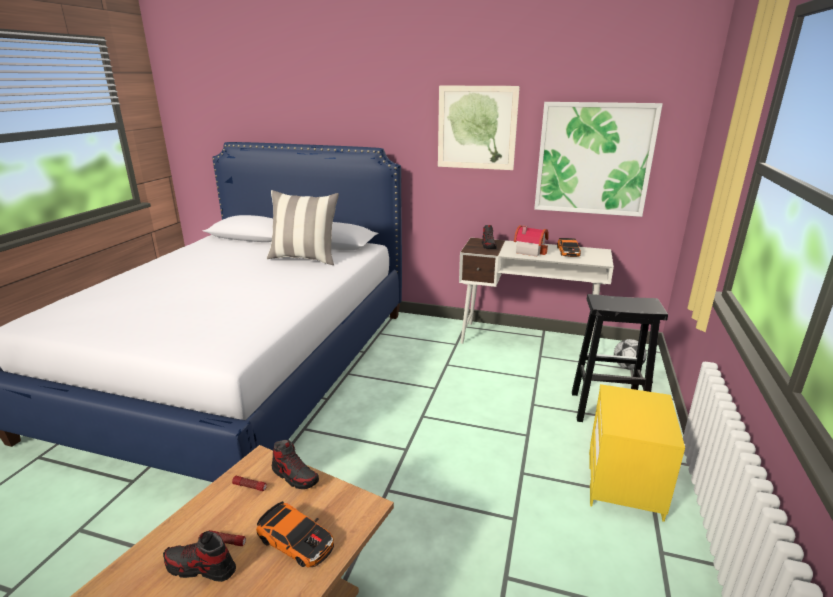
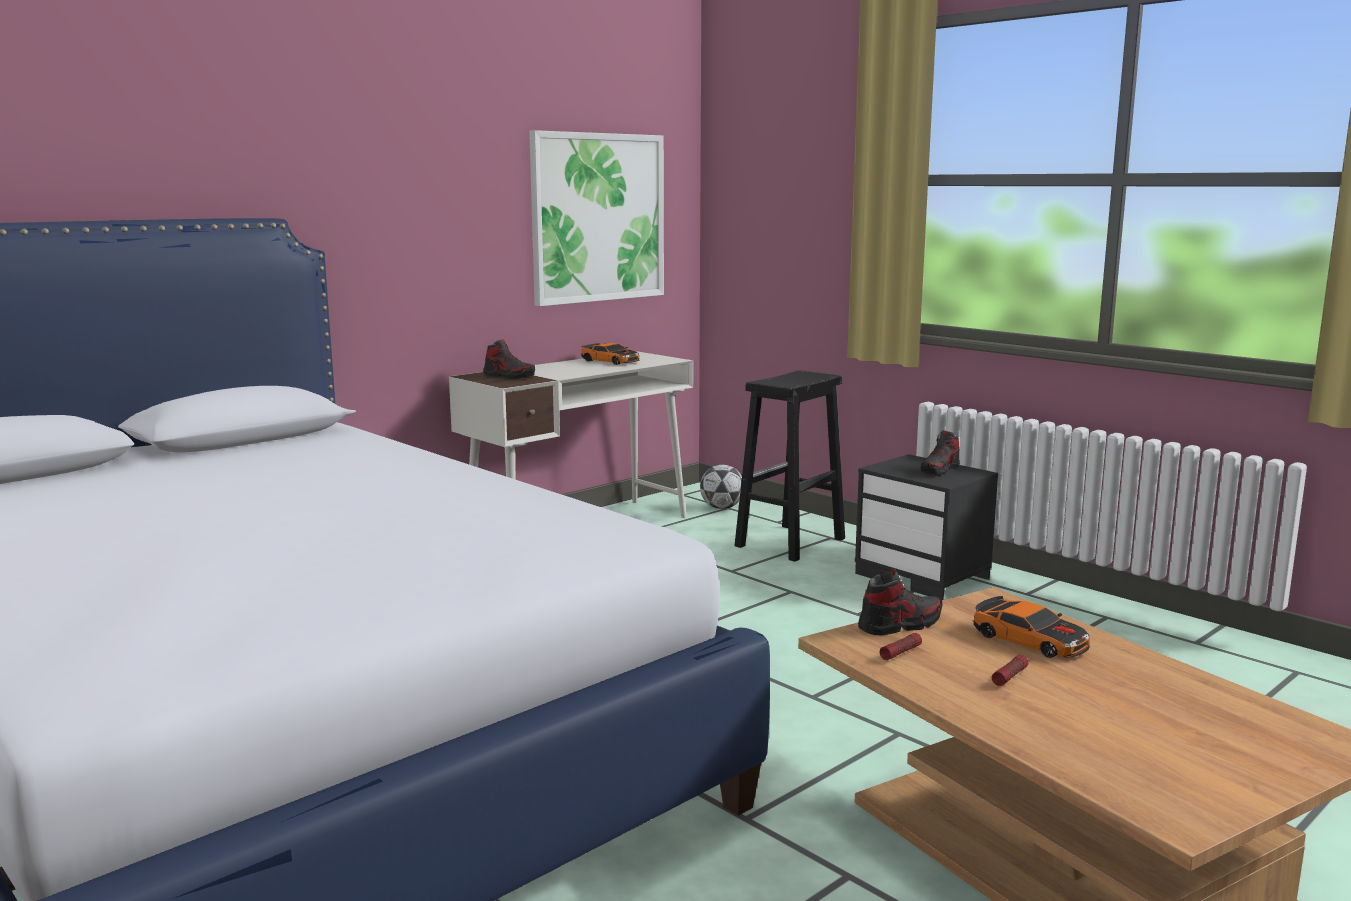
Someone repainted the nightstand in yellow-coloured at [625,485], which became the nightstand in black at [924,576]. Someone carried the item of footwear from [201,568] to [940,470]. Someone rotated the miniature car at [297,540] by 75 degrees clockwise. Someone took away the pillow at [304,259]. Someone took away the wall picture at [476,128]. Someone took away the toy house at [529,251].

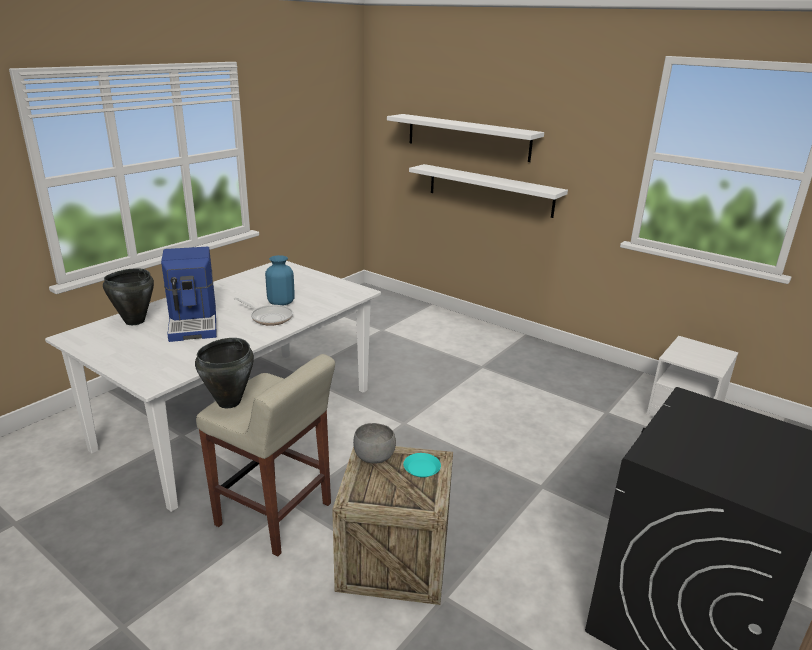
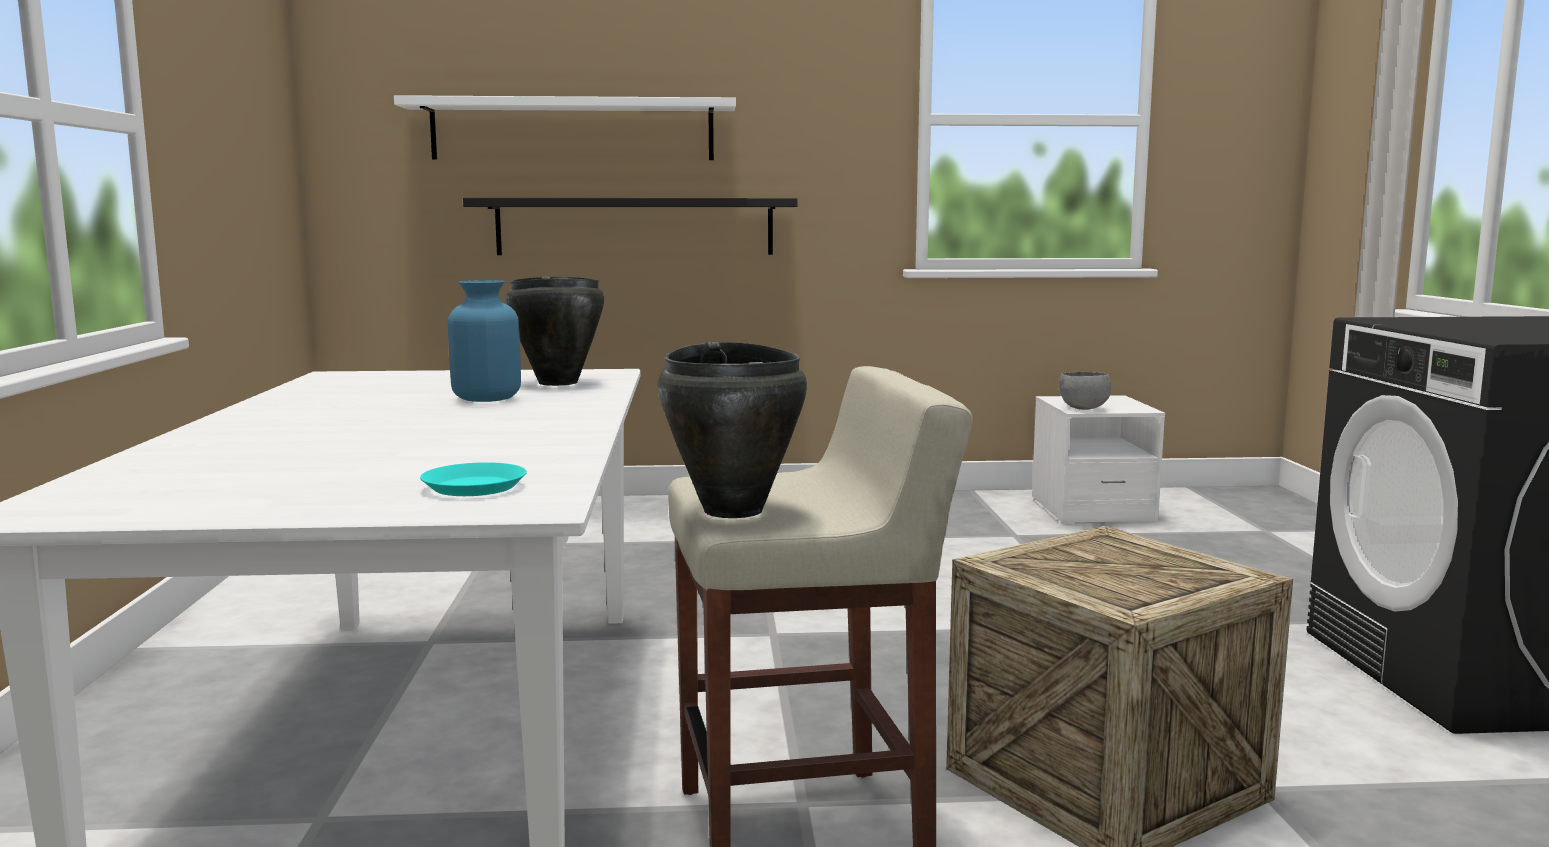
Someone carried the dinner plate in blue-green from [422,468] to [475,487]. Someone repainted the bracket shelf in white at [489,190], which became the bracket shelf in black at [635,226]. Someone carried the saucepot in black from [134,321] to [557,383]. Someone carried the bowl in gray from [373,457] to [1082,409]. Someone took away the coffee maker at [194,322]. Someone took away the frying pan at [269,317].

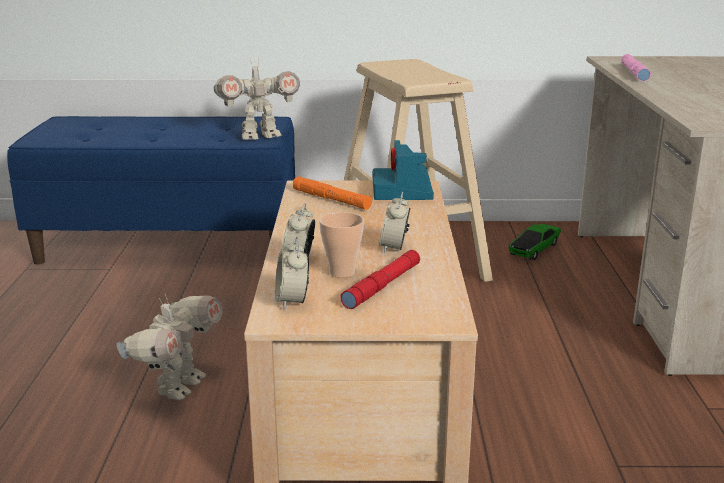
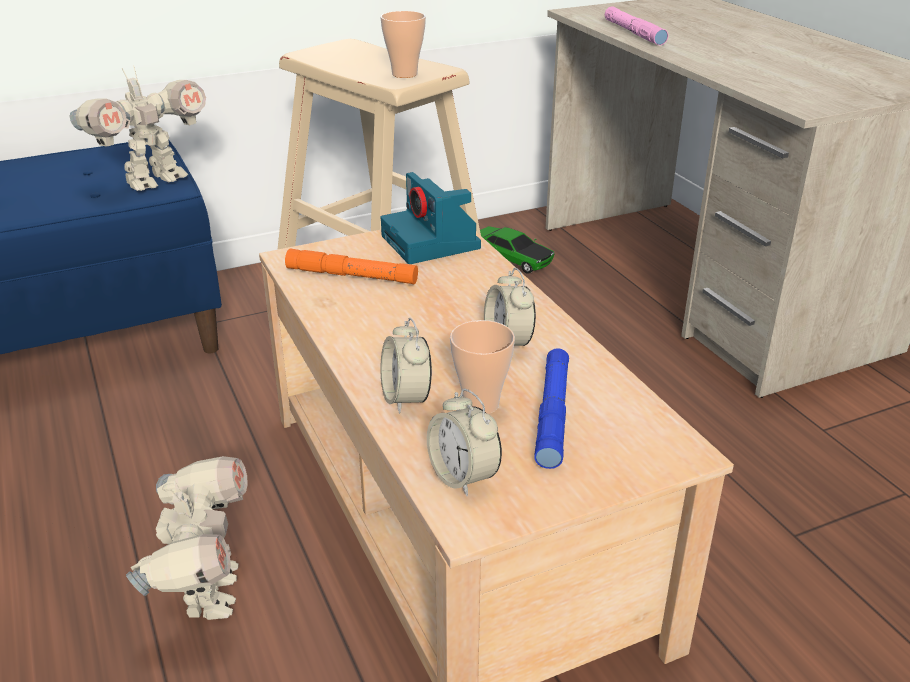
Someone put down the drinking cup at [404,74]. Someone rotated the miniature car at [534,249] by 60 degrees counterclockwise. Someone repainted the torch in reddish at [382,286], which became the torch in bluish at [552,414].

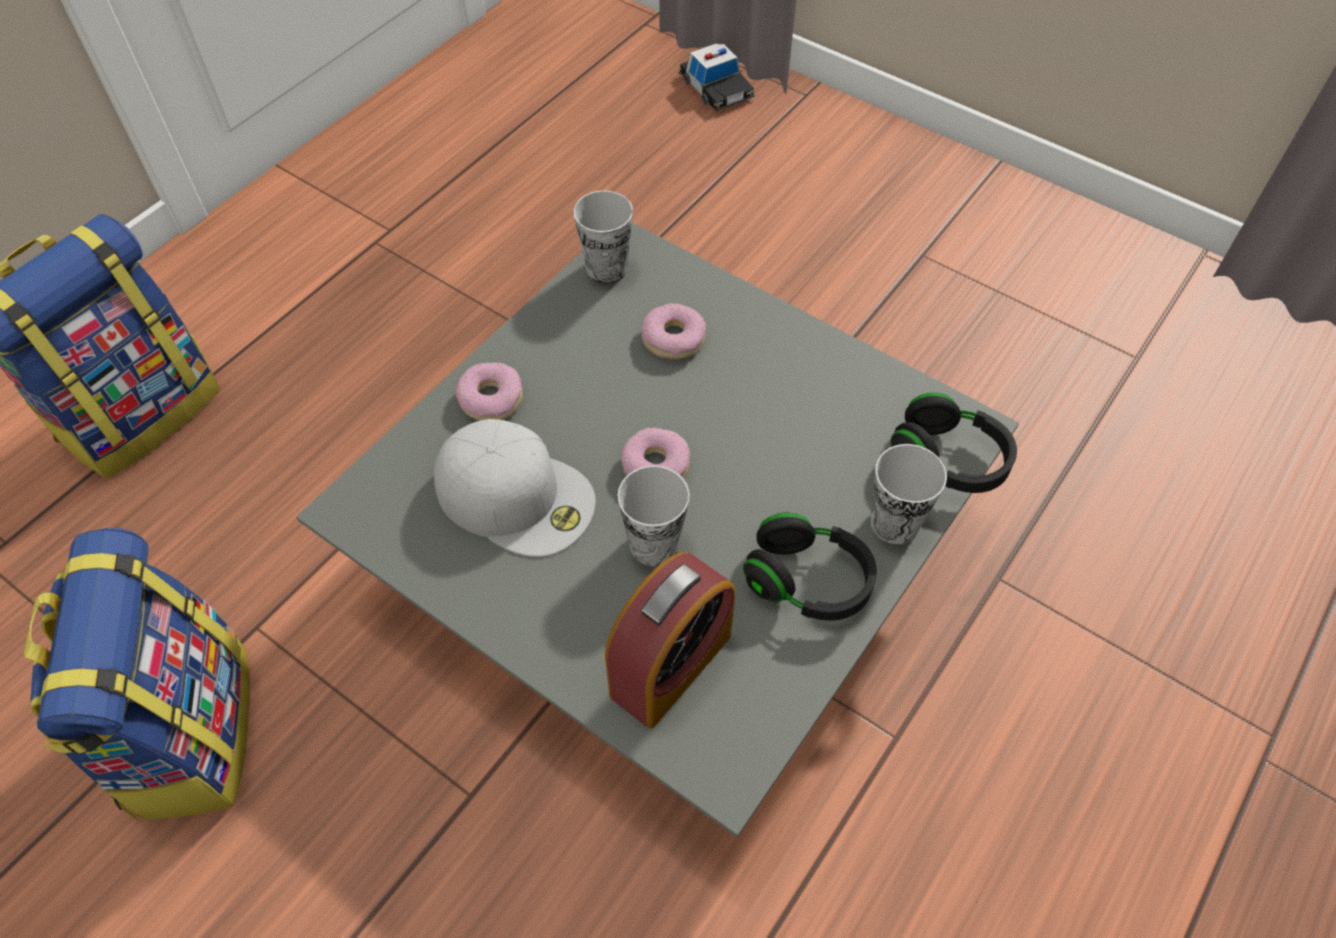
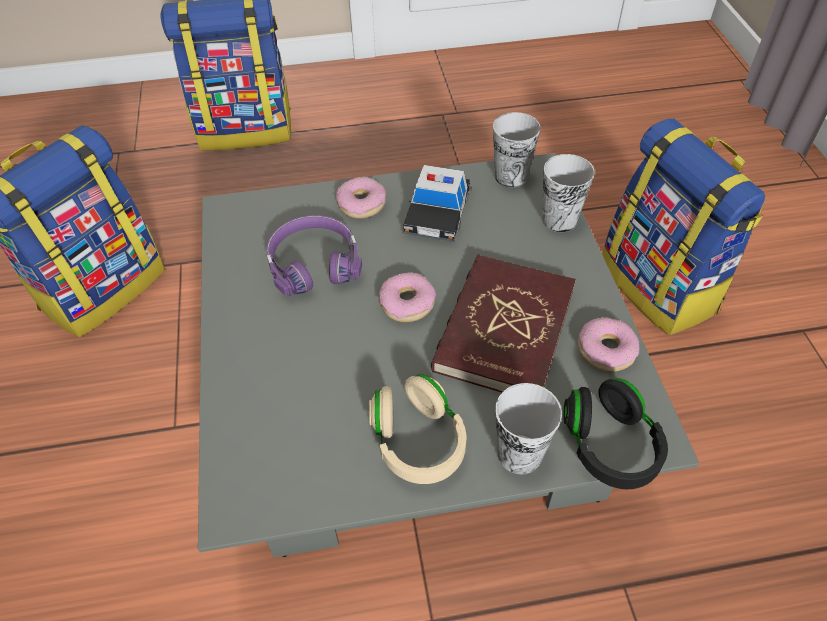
Someone swapped the peaked cap in white at [517,495] for the pair of headphones in purple-coloured at [313,262]. Someone repainted the pair of headphones in black at [808,581], which became the pair of headphones in beige at [417,441]. Someone carried the miniature car from [716,87] to [437,213]. Someone put down the bound book in reddish at [504,329]. Someone carried the drinking cup from [654,544] to [559,220]. Someone carried the donut from [673,339] to [606,350]. Someone put down the rucksack at [660,287]. Someone took away the alarm clock at [671,664].

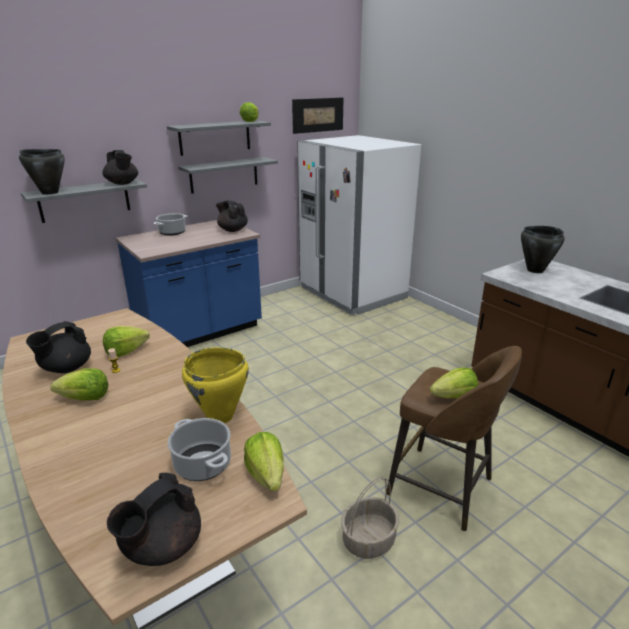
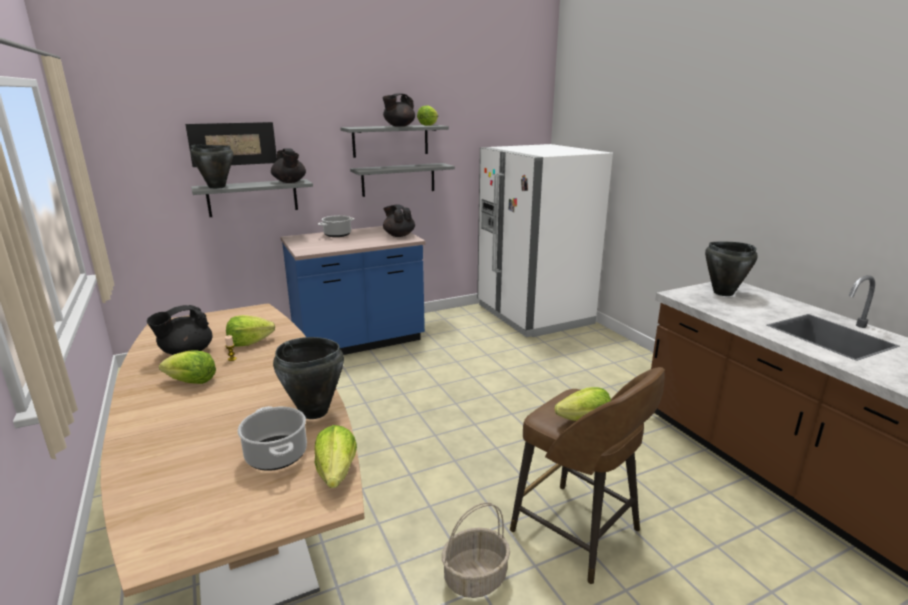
Someone carried the wall picture from [318,115] to [233,144]. Someone repainted the saucepot in yellow-coloured at [220,417], which became the saucepot in black at [314,412]. Someone carried the teapot in black from [161,547] to [399,126].

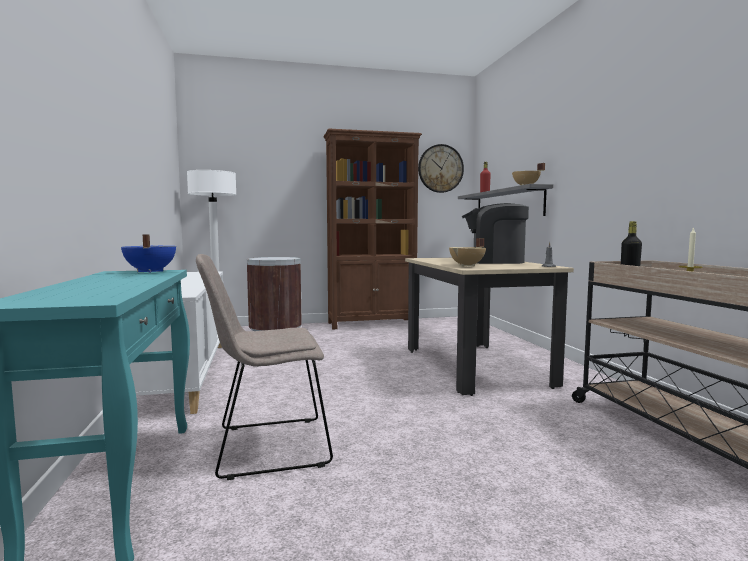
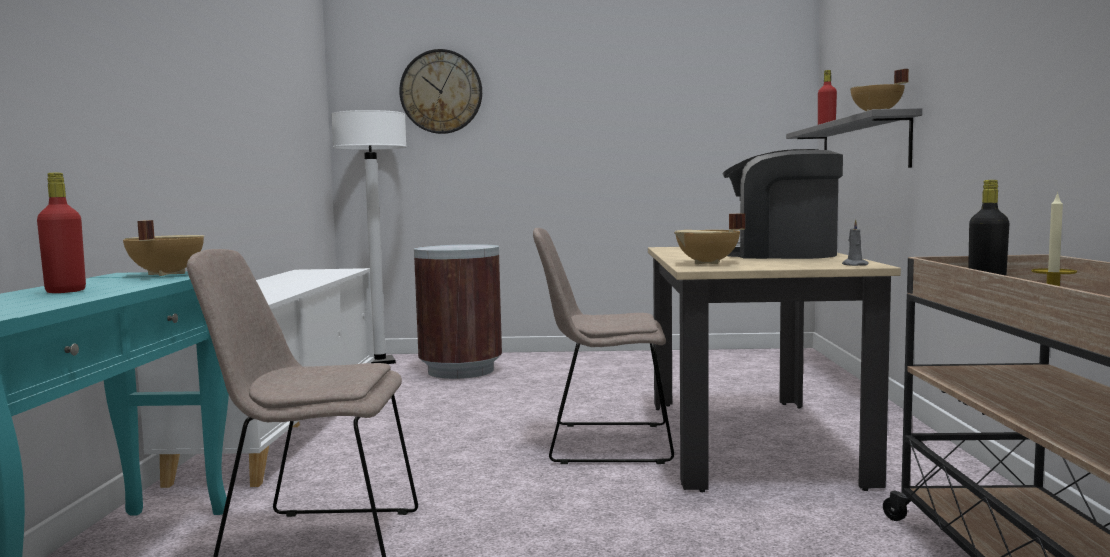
Someone put down the beverage bottle in reddish at [66,291]. Someone repainted the saucepot in bluish at [149,271], which became the saucepot in beige at [165,274]. Someone carried the wall clock from [440,168] to [441,92]. Someone put down the chair in beige at [604,443]. Someone took away the bookcase in brownish at [372,324].

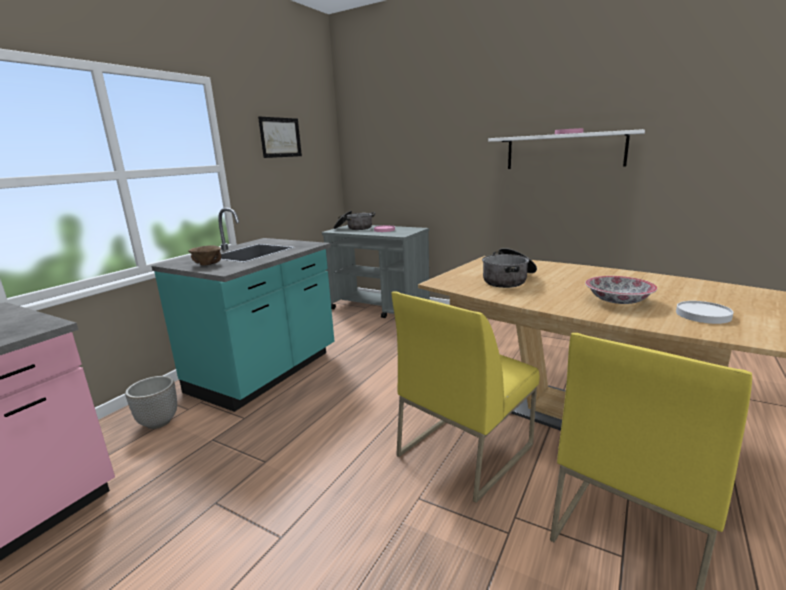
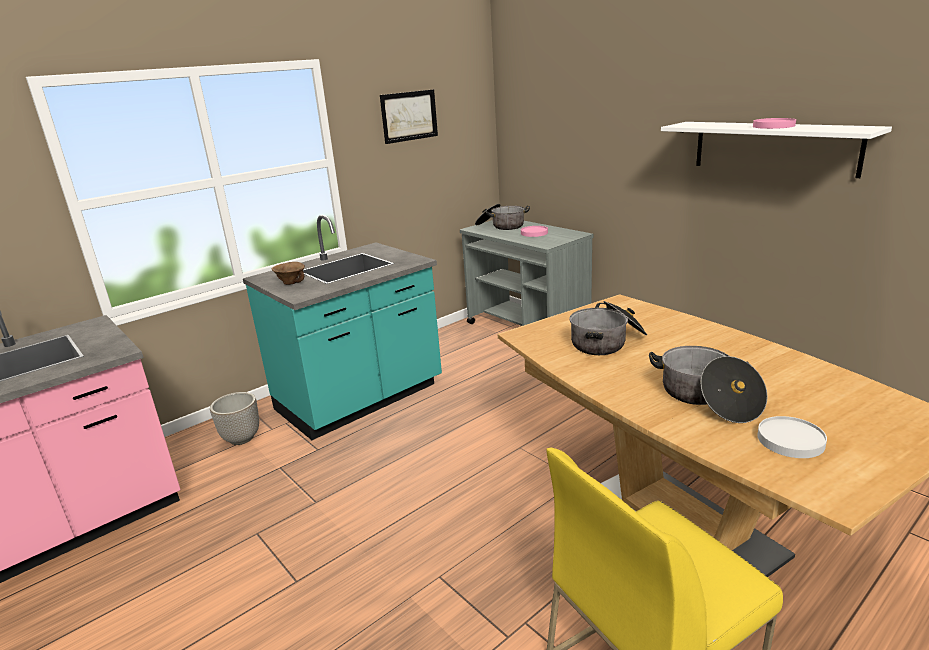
Someone swapped the bowl at [618,300] for the saucepot at [707,398]. Someone took away the chair in yellow-coloured at [464,449].

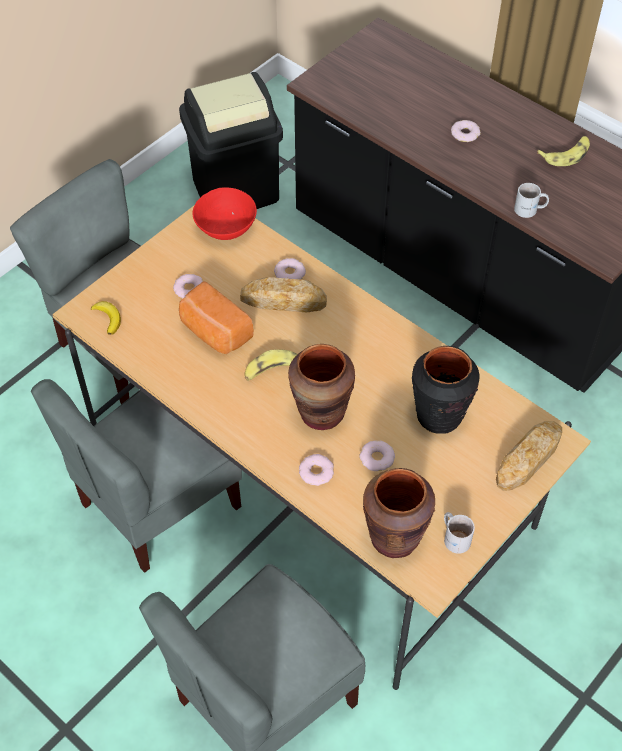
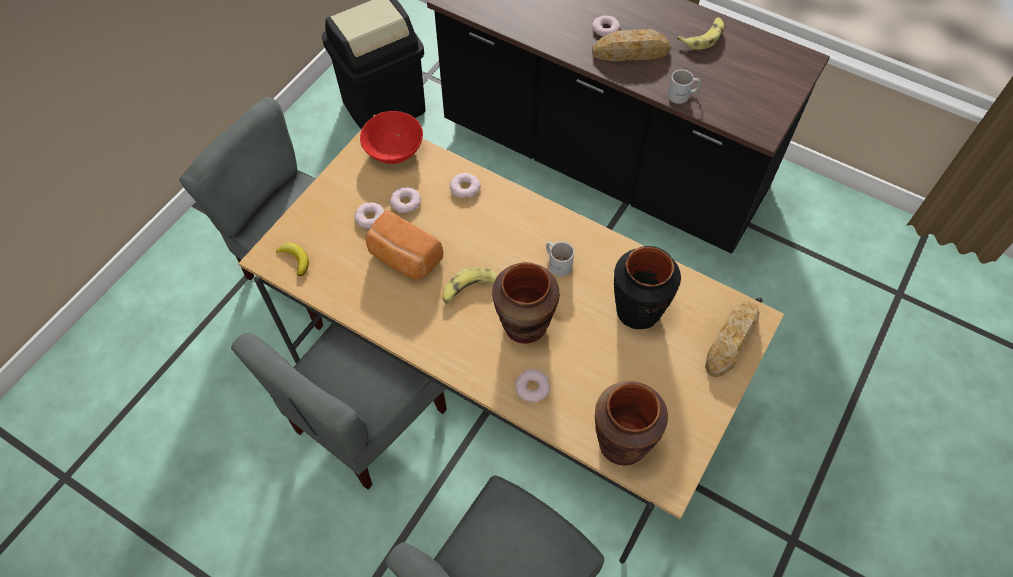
Someone carried the donut from [377,458] to [406,202]. Someone carried the coffee mug in white from [455,536] to [558,262]. Someone carried the baked bread from [283,300] to [630,51].

